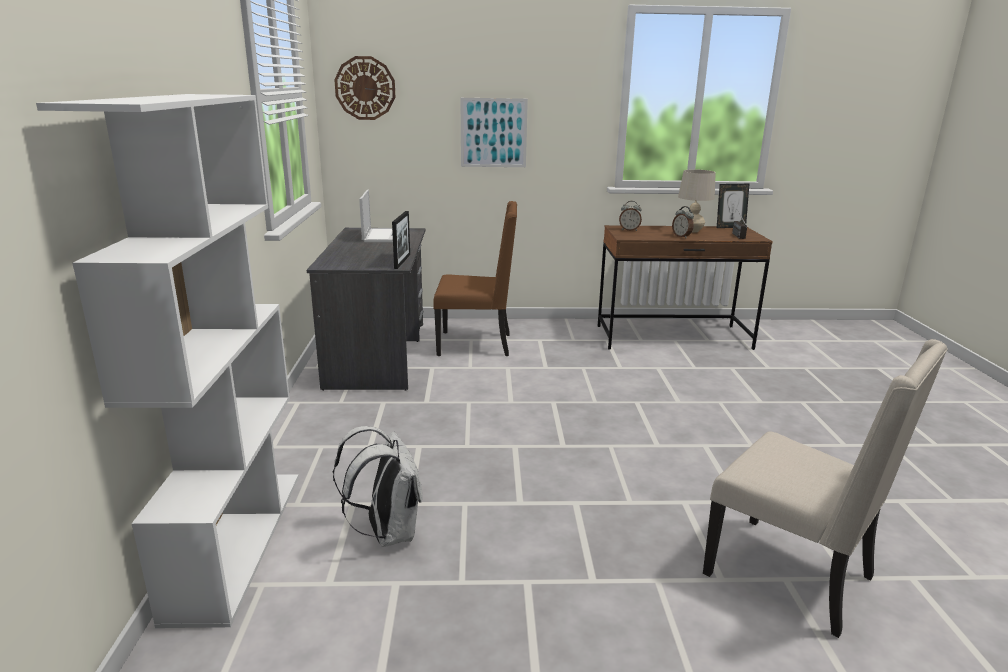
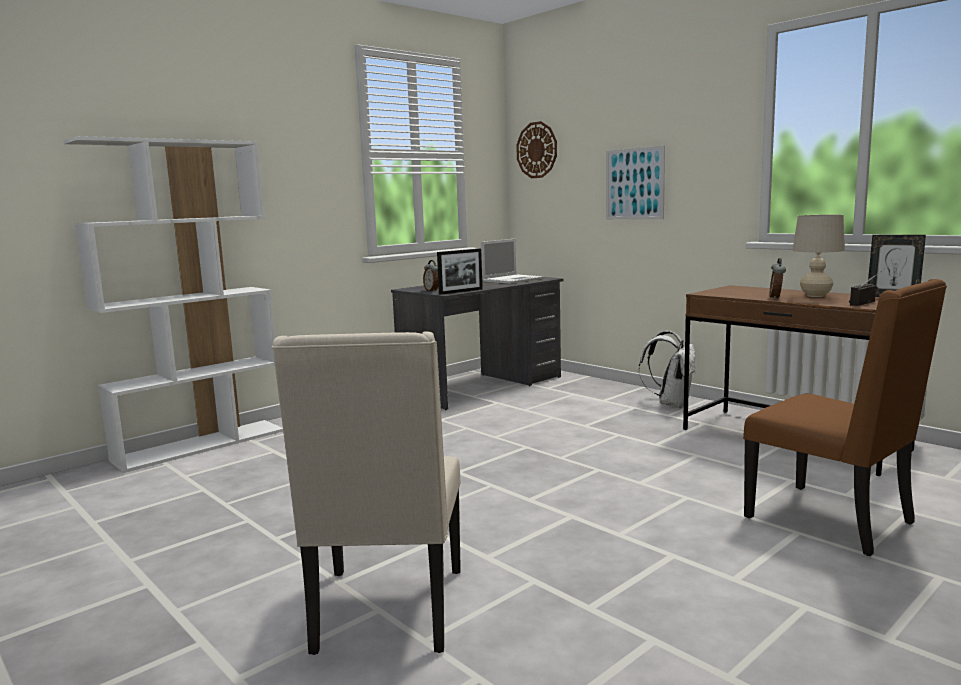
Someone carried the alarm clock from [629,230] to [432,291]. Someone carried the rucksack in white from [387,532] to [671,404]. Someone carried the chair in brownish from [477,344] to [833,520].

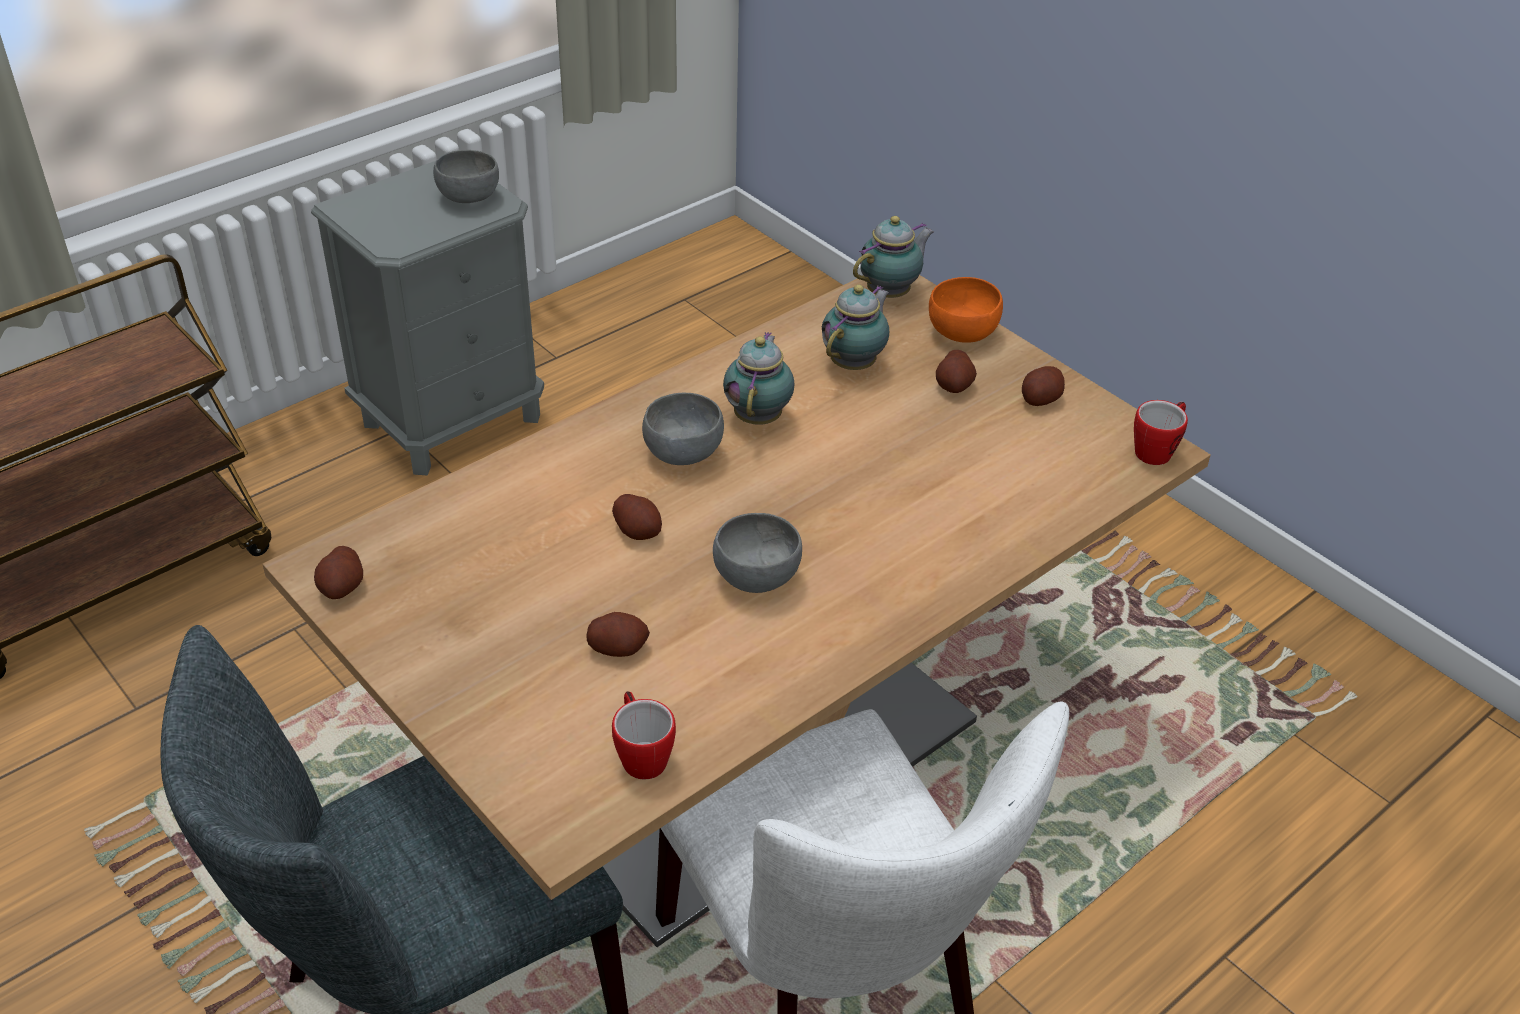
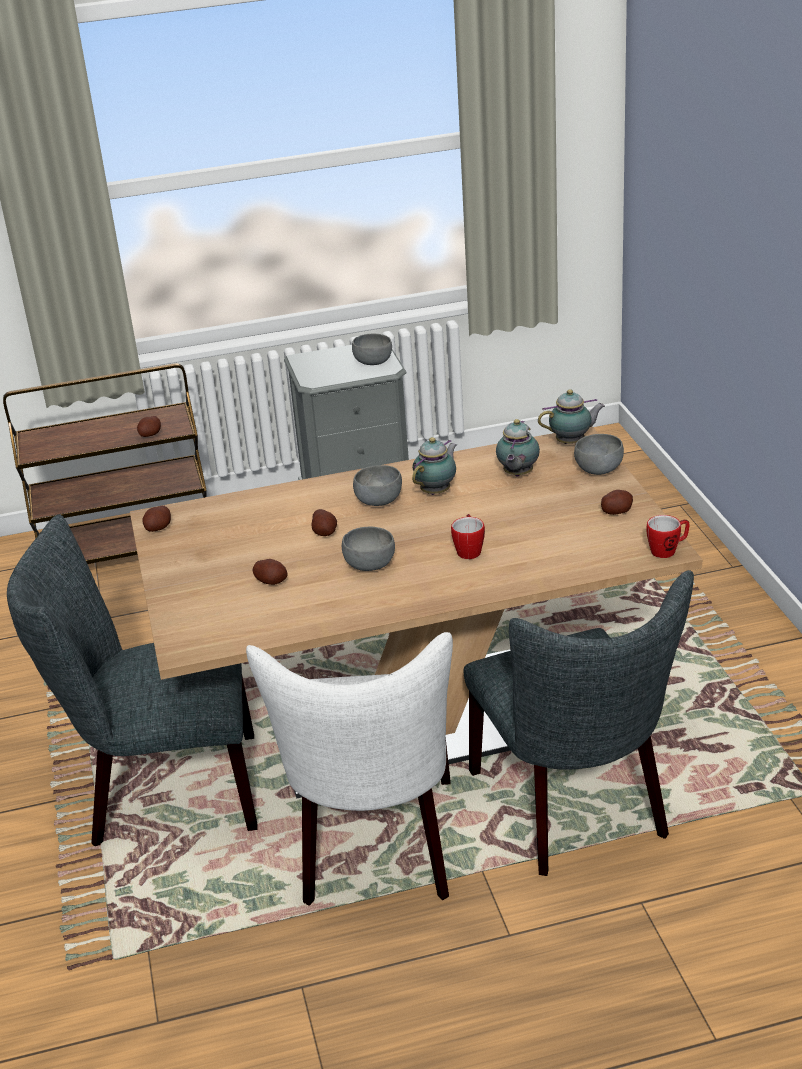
Someone carried the potato from [954,385] to [150,434]. Someone carried the coffee mug from [641,754] to [469,550]. Someone put down the chair in gray at [575,810]. Someone rotated the teapot at [855,363] by 135 degrees clockwise. Someone repainted the bowl in orange at [962,333], which became the bowl in gray at [598,470].

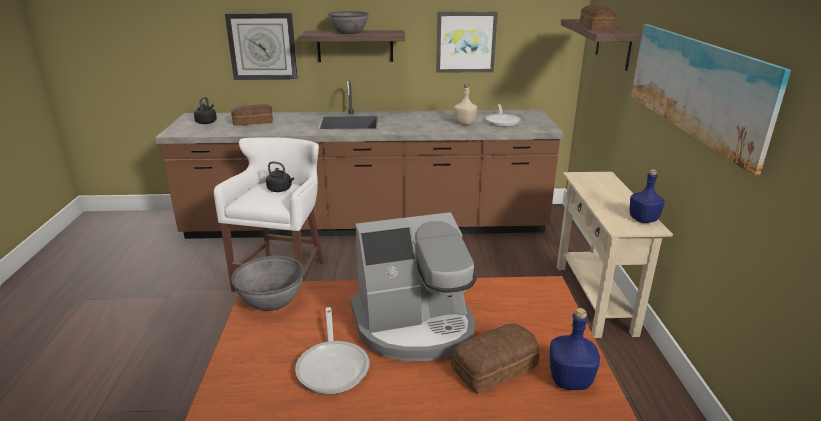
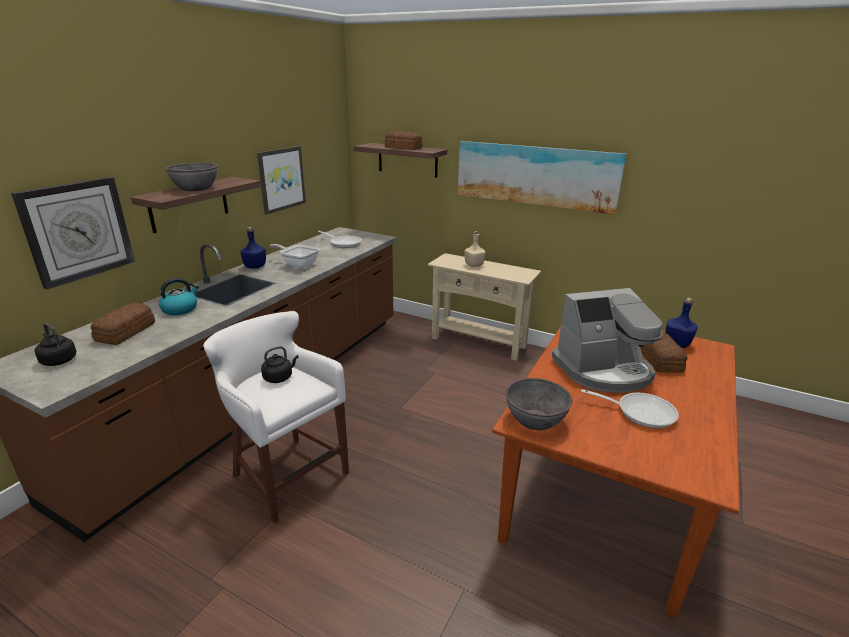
Someone put down the tea kettle at [180,309]. Someone carried the beverage bottle in bluish from [642,219] to [254,266]. Someone put down the frying pan at [298,264]. Someone carried the beverage bottle in beige from [465,123] to [473,265]. Someone rotated the coffee maker at [415,325] by 60 degrees clockwise.

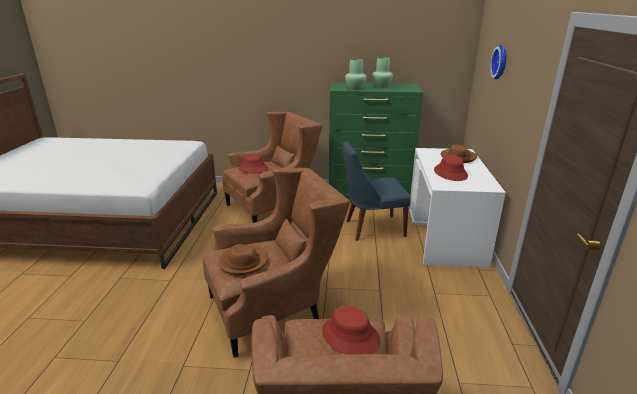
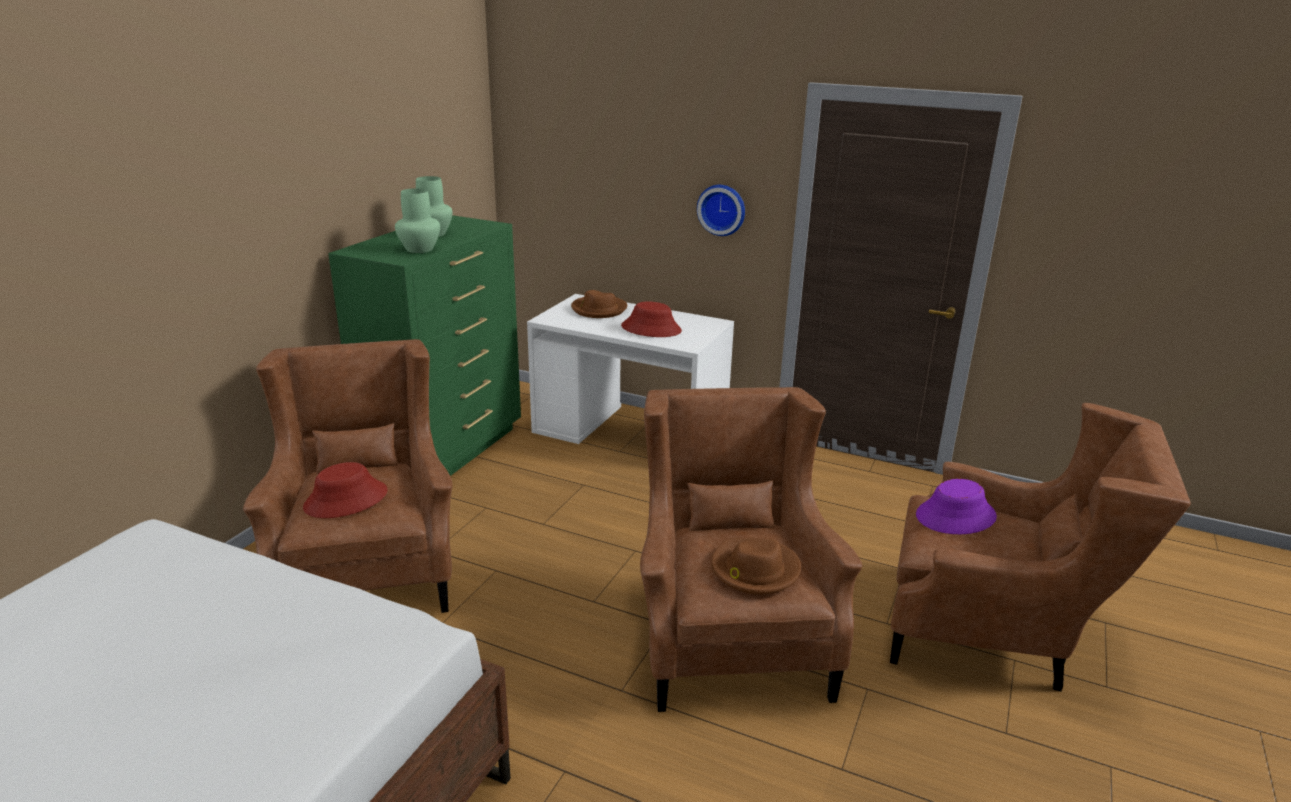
Someone carried the wall clock from [501,62] to [722,209]. Someone repainted the clothing hat in reddish at [350,336], which became the clothing hat in purple-coloured at [955,516]. Someone took away the chair in bluish at [372,228].

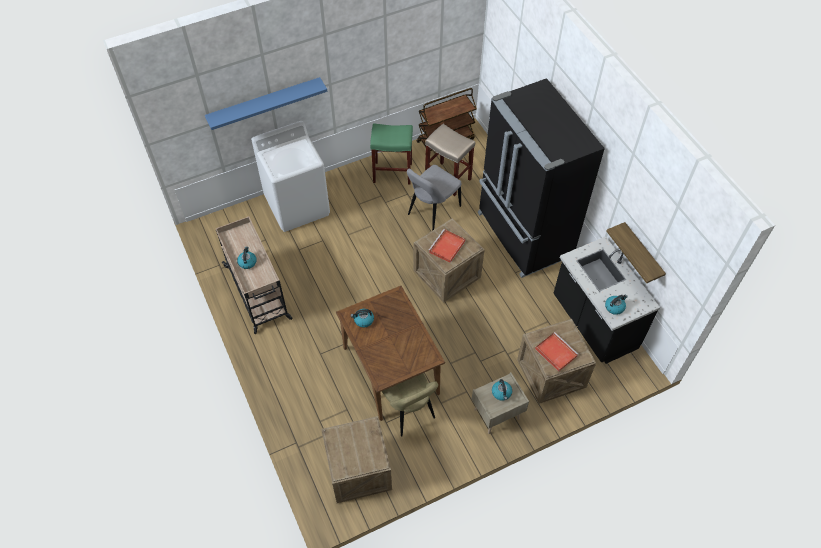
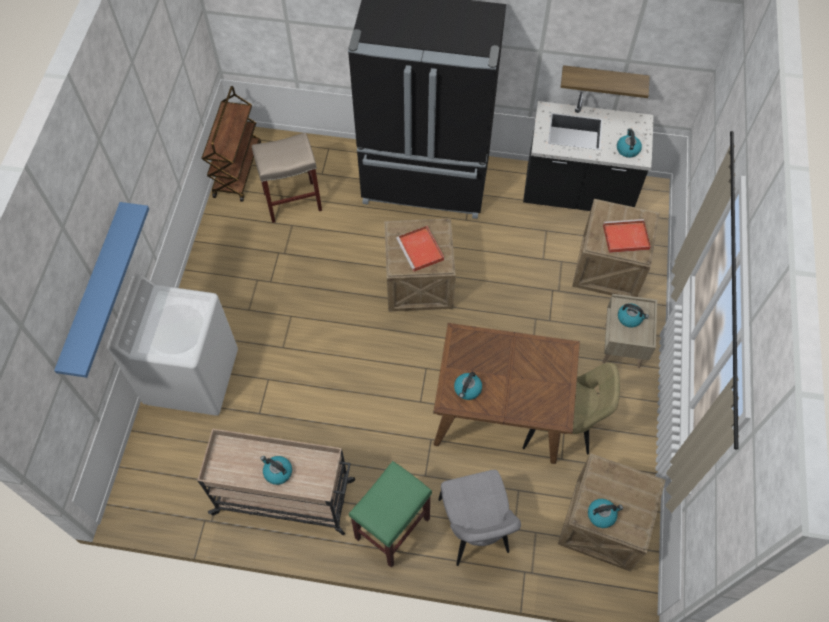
Someone carried the stool in greenish from [393,172] to [392,527]. Someone carried the chair in gray from [432,211] to [474,530]. Someone put down the tea kettle at [602,514].

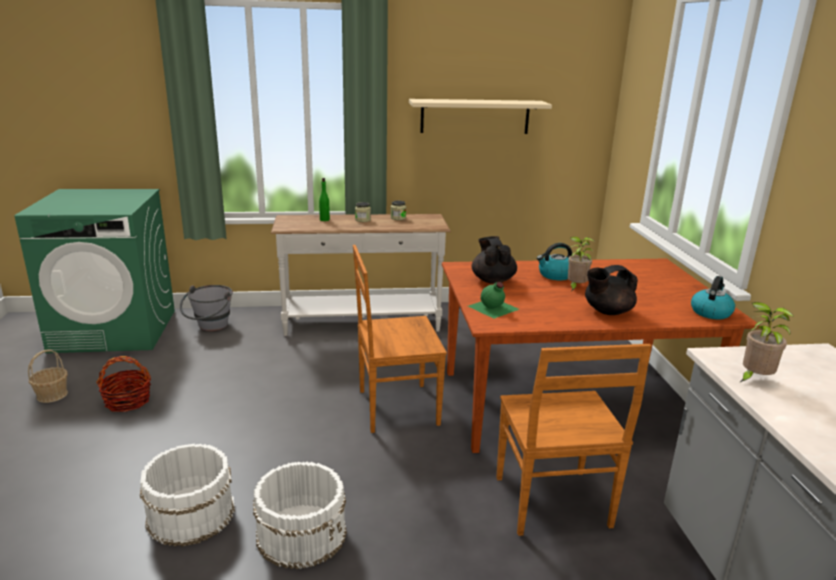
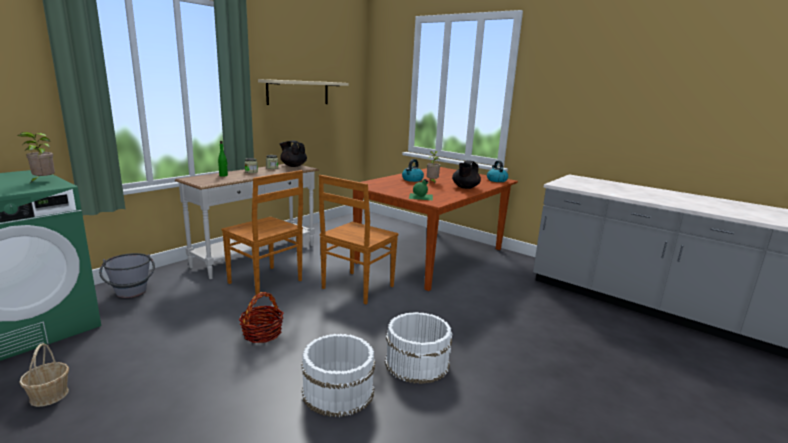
Someone carried the houseplant from [754,379] to [43,181]. Someone carried the chair in brownish from [553,504] to [266,282]. Someone carried the basket from [128,401] to [262,333]. Someone carried the teapot in black from [492,280] to [293,166].

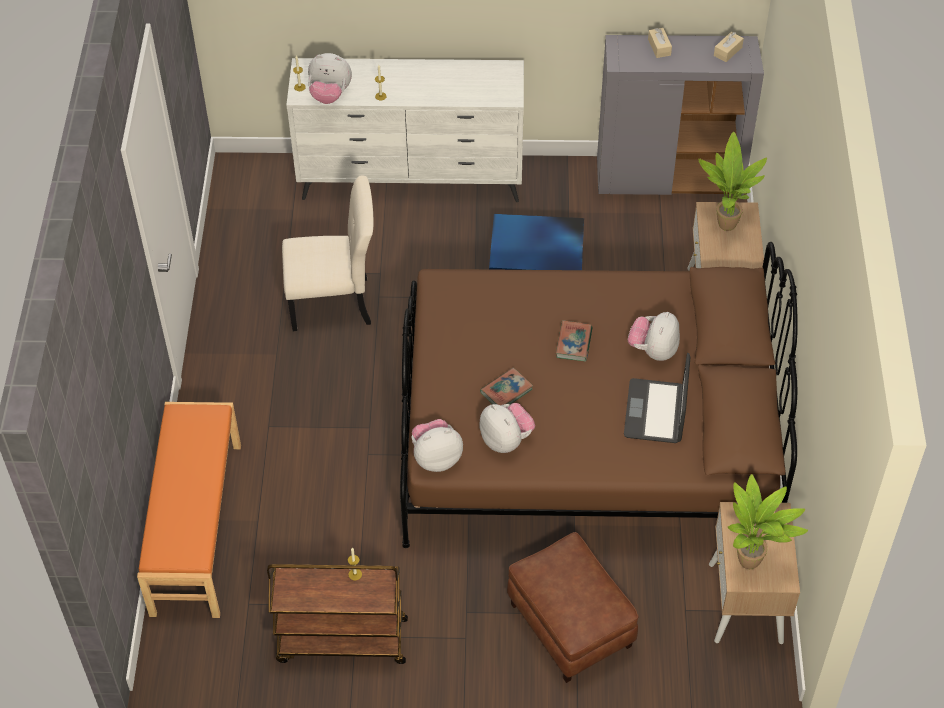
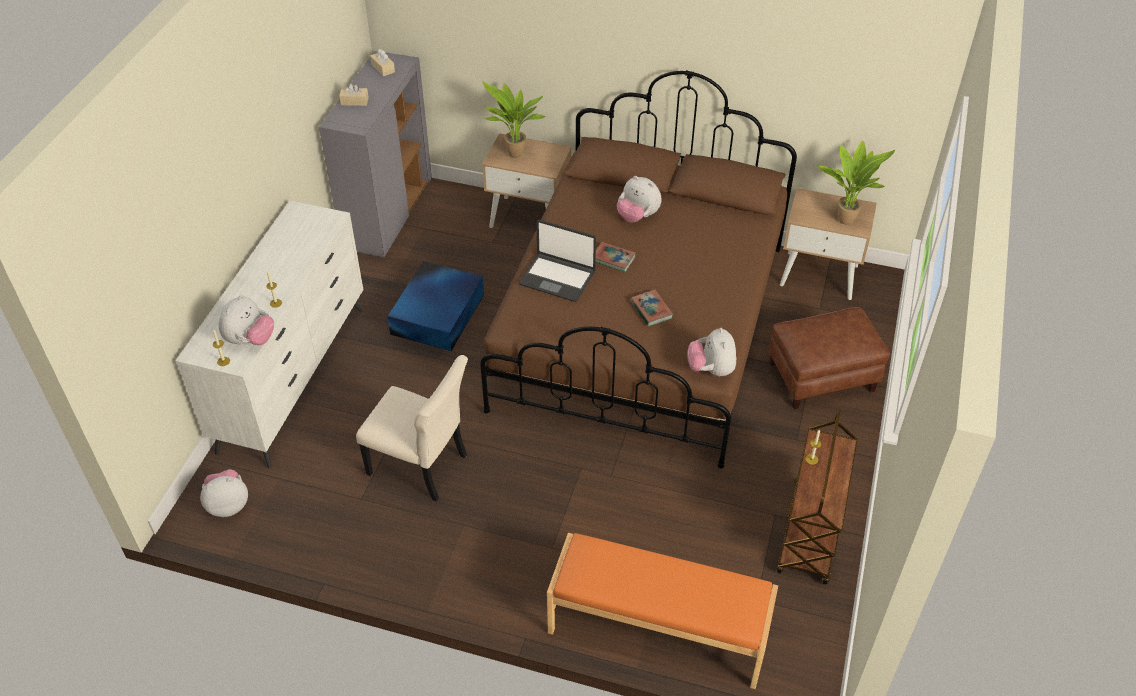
Someone carried the cuddly toy from [506,440] to [228,504]. Someone rotated the chair in beige at [334,304] by 105 degrees clockwise. Someone carried the notebook computer from [656,412] to [557,278].

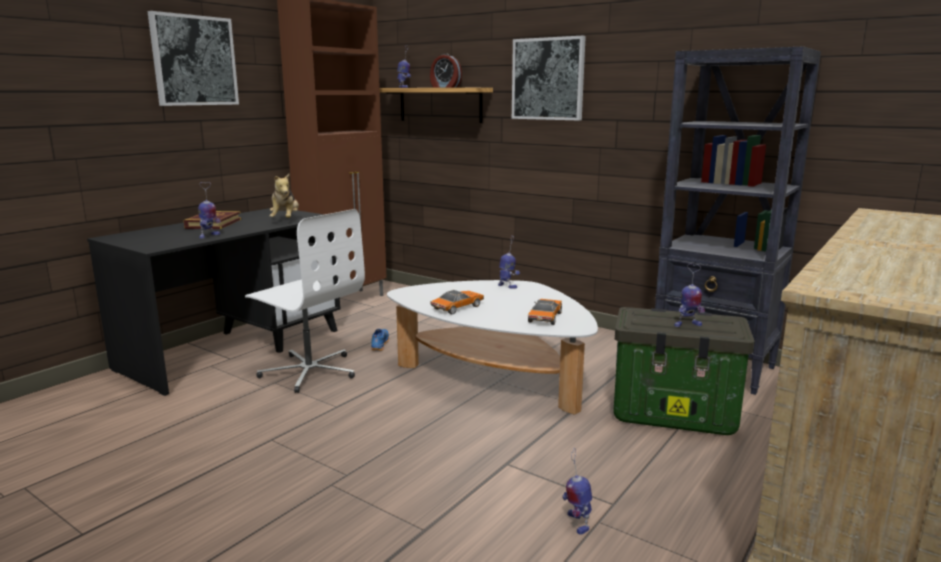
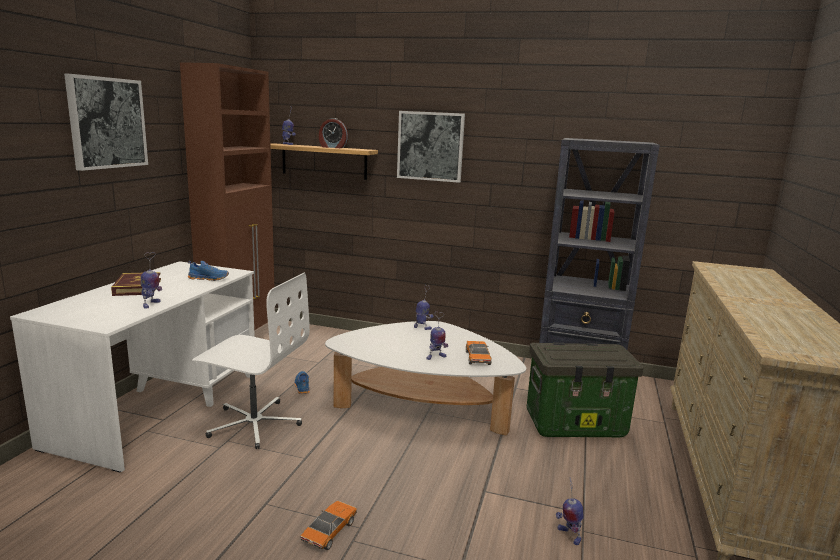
Someone repainted the desk in black at [235,348], which became the desk in white at [160,406]. Someone swapped the cuddly toy at [286,220] for the item of footwear in bluish at [209,278]. Someone carried the miniature car from [457,307] to [329,531]. Someone carried the model robot from [687,325] to [435,357].

